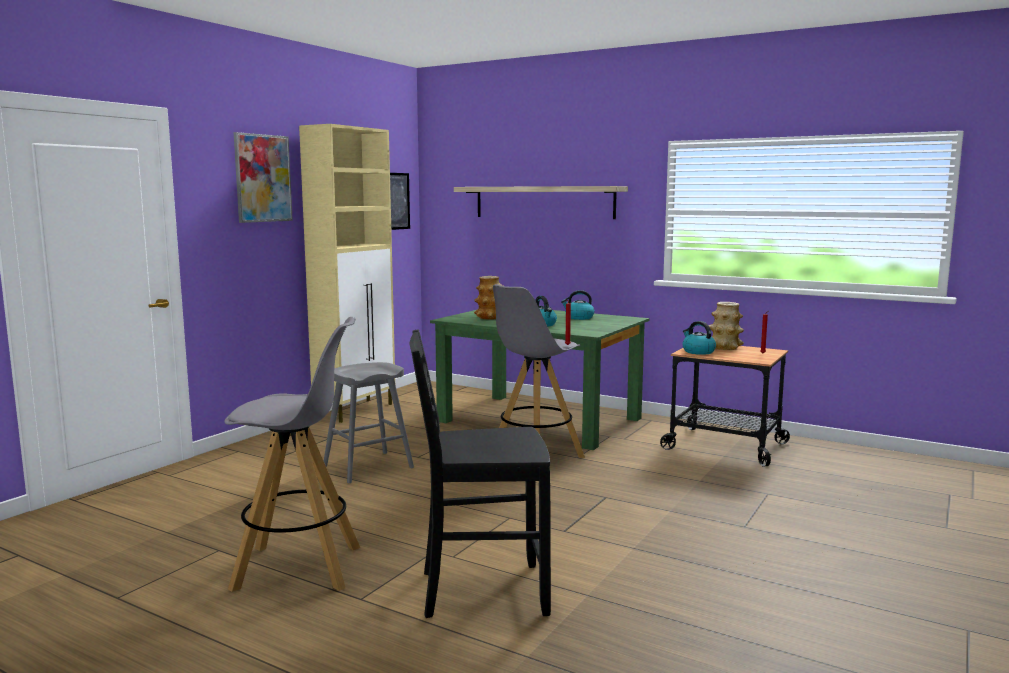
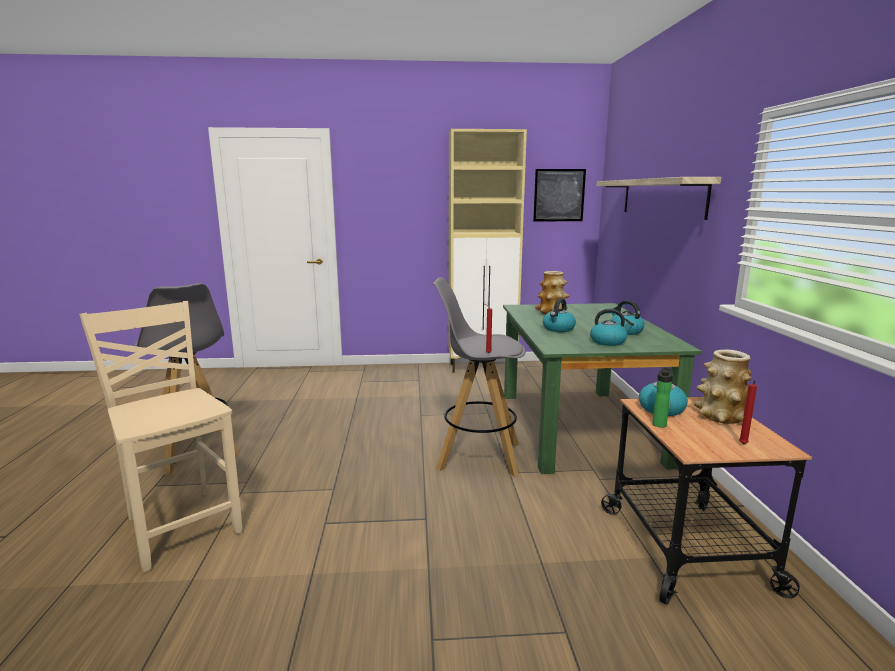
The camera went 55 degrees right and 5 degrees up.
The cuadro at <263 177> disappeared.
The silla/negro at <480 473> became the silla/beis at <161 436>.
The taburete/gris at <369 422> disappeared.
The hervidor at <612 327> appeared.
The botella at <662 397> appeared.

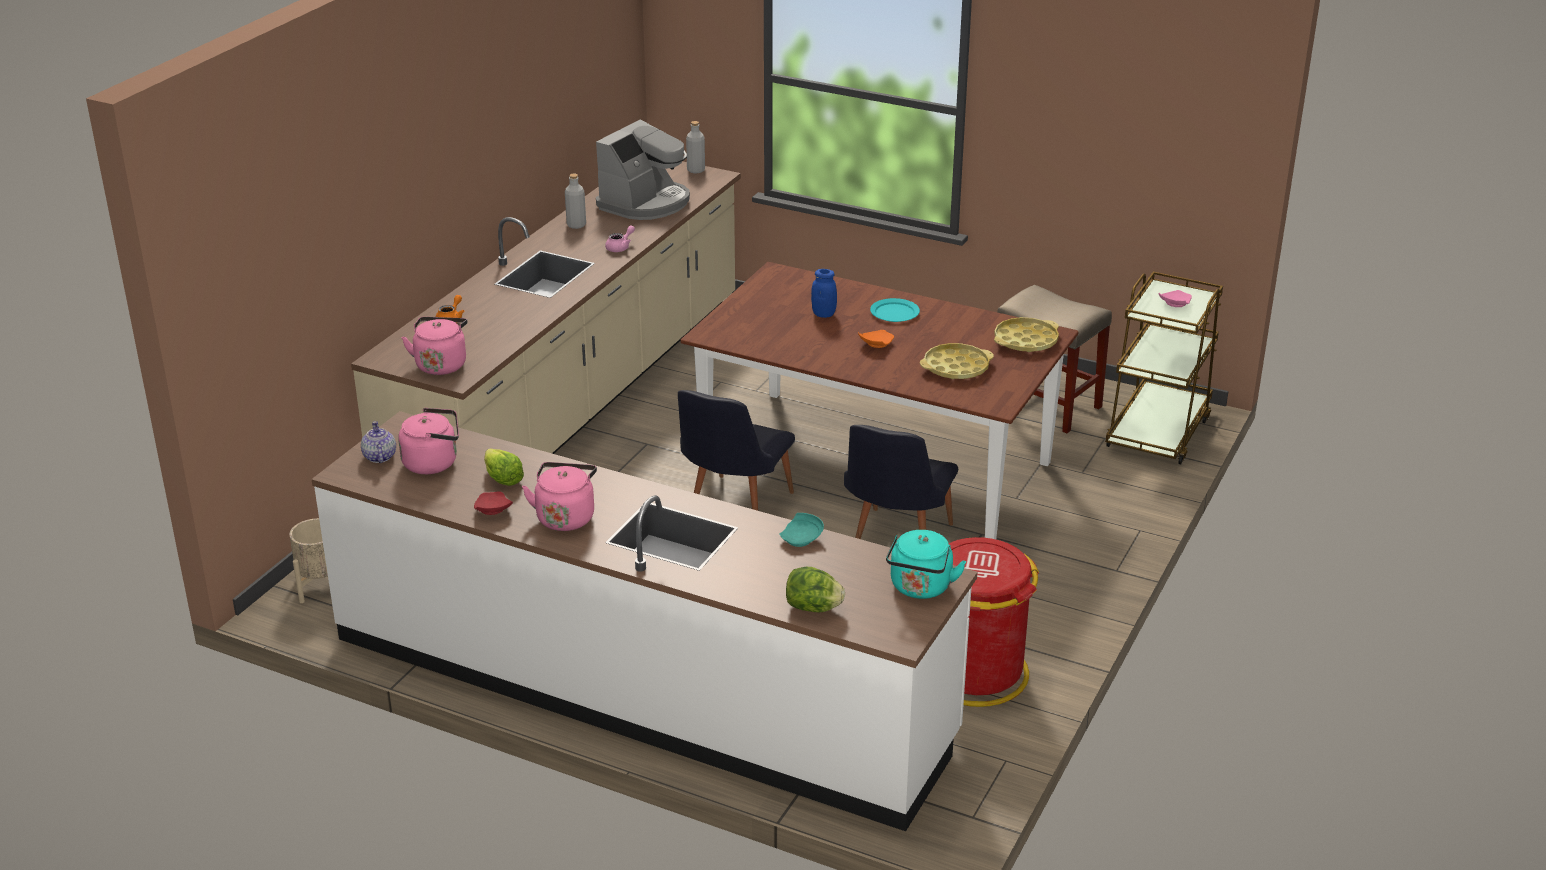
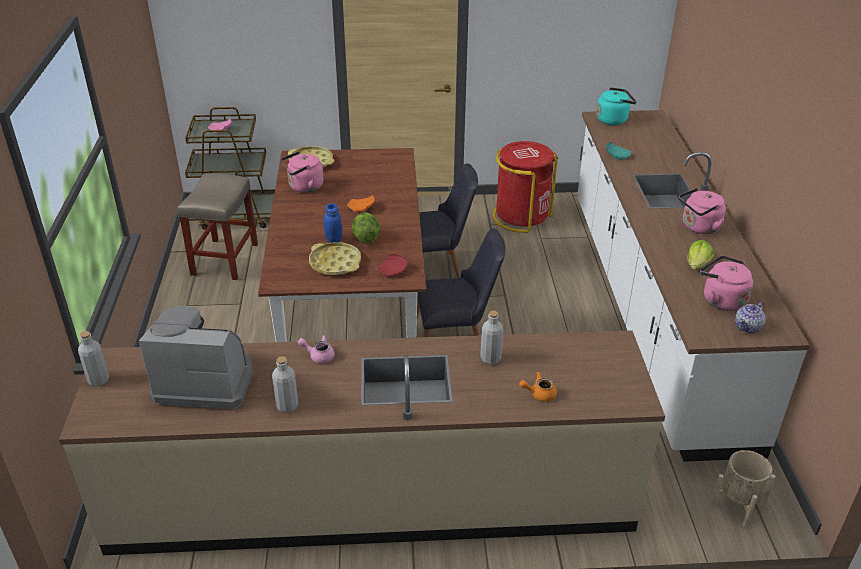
The camera went 120 degrees left and 5 degrees up.
The plato/turquesa at <895 310> disappeared.
The hervidor/rosa moved from <434 346> to <302 172>.
The bandeja/amarillo moved from <957 361> to <335 258>.
The plato/rojo moved from <493 503> to <392 265>.
The lechuga moved from <815 589> to <366 228>.
The botella/gris at <491 338> appeared.

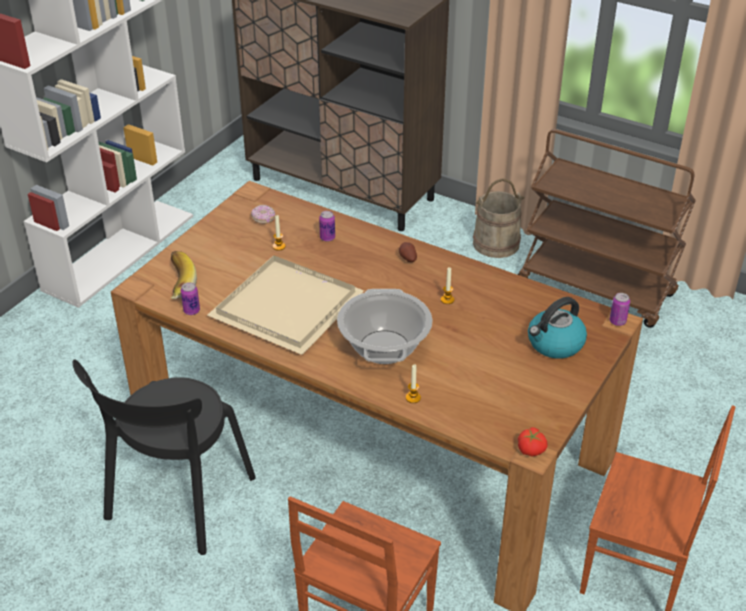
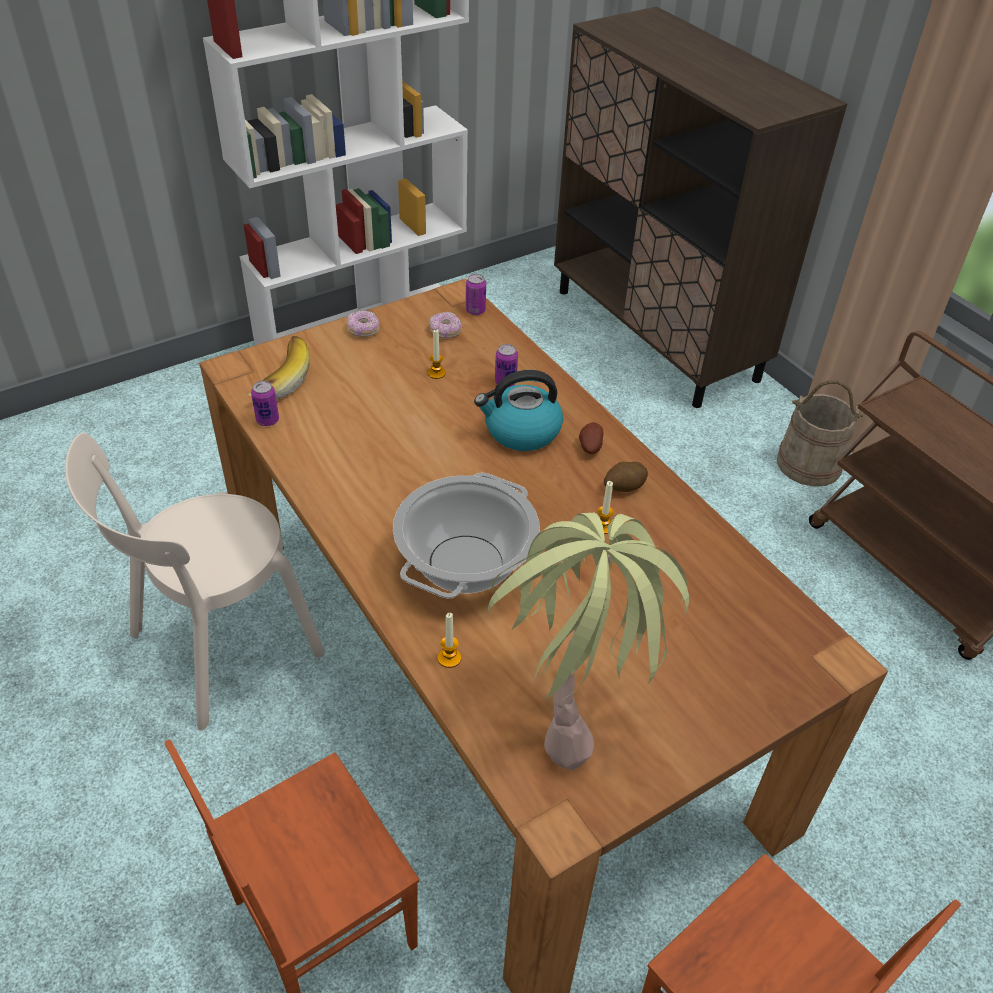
The camera went 25 degrees right and 5 degrees up.
The bandeja/beis at <285 305> disappeared.
The lata moved from <619 309> to <476 294>.
The hervidor moved from <557 328> to <518 410>.
The silla/negro at <164 457> became the silla/beis at <195 581>.
The tomate at <532 442> disappeared.
The rosquilla at <363 324> appeared.
The patata at <626 477> appeared.
The planta en maceta at <588 641> appeared.

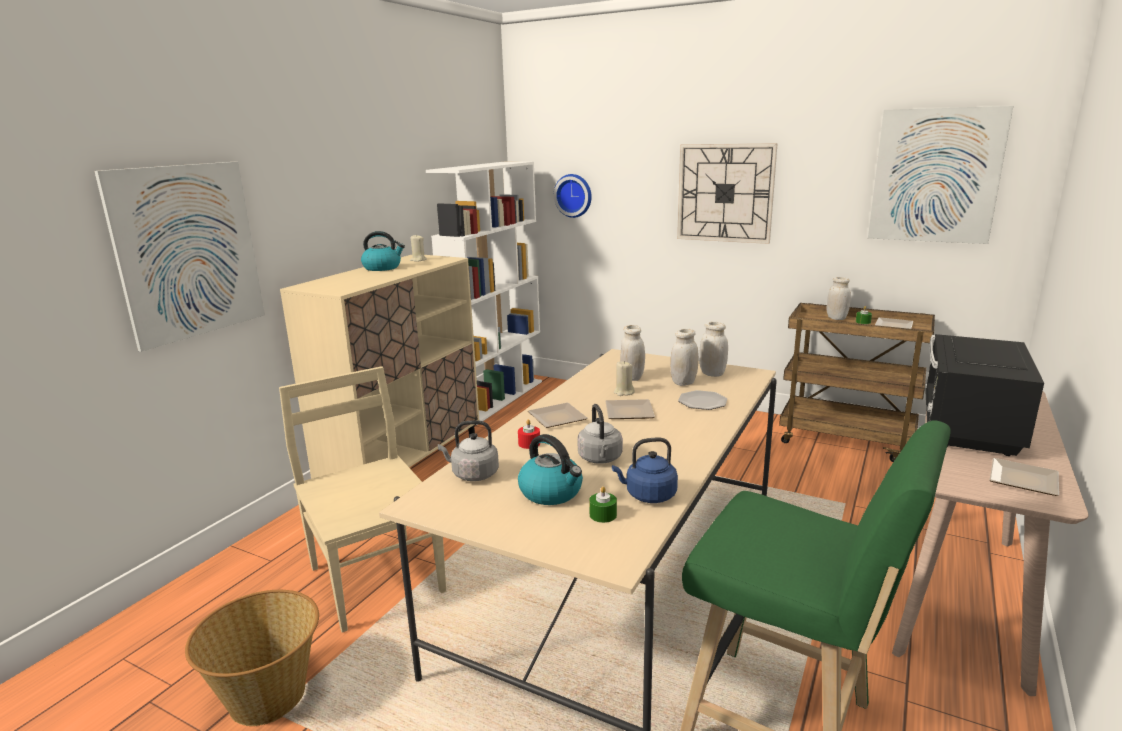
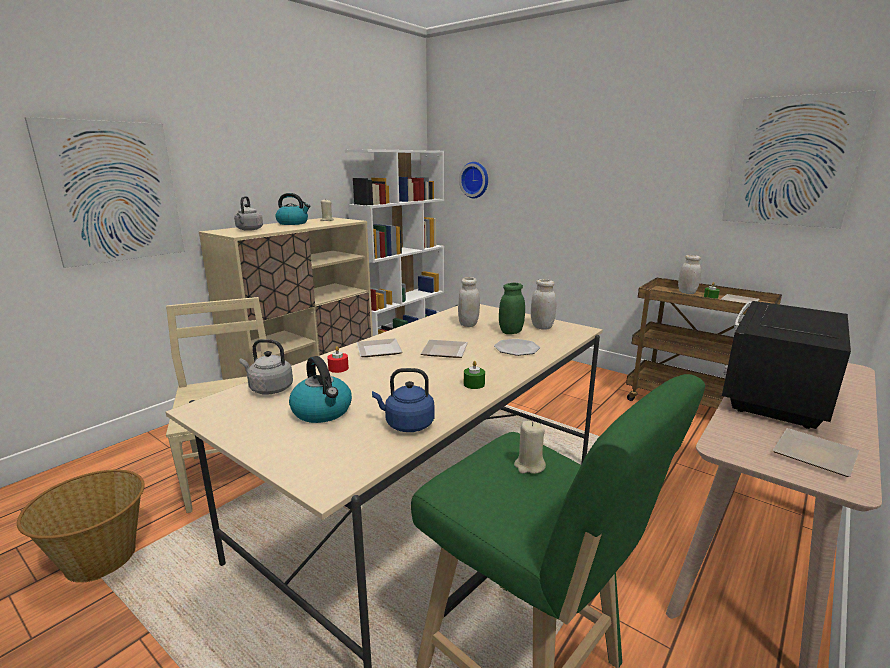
The camera went 10 degrees right and 0 degrees up.
The reloj de pared at <727 193> disappeared.
The tarro/blanco at <684 357> became the tarro/verde at <512 308>.
The vela/beis moved from <624 378> to <530 447>.
The hervidor/gris moved from <600 434> to <248 213>.
The vela/verde moved from <603 504> to <474 375>.

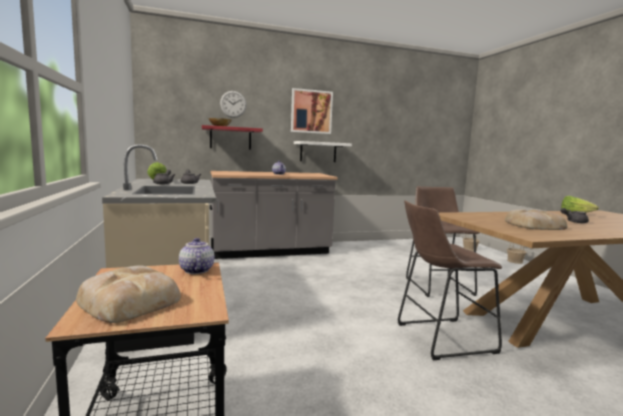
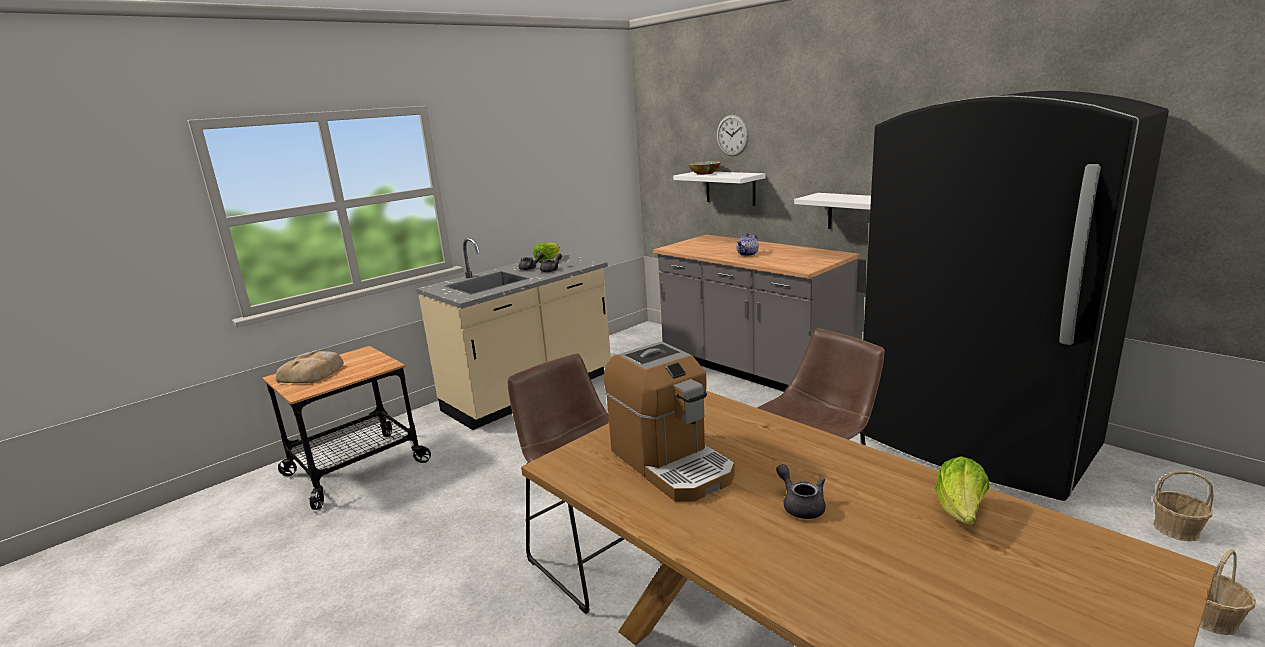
The camera went 65 degrees right and 10 degrees up.
The cuadro at <312 111> disappeared.
The estante/rojo at <232 137> became the estante/blanco at <719 189>.
The pan at <536 219> was replaced by the cafetera at <669 421>.
The tetera at <196 256> disappeared.
The nevera/negro at <1015 296> appeared.

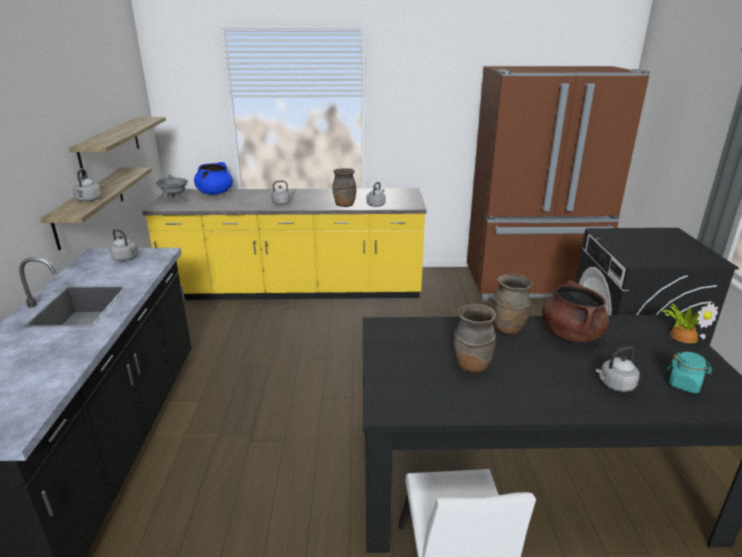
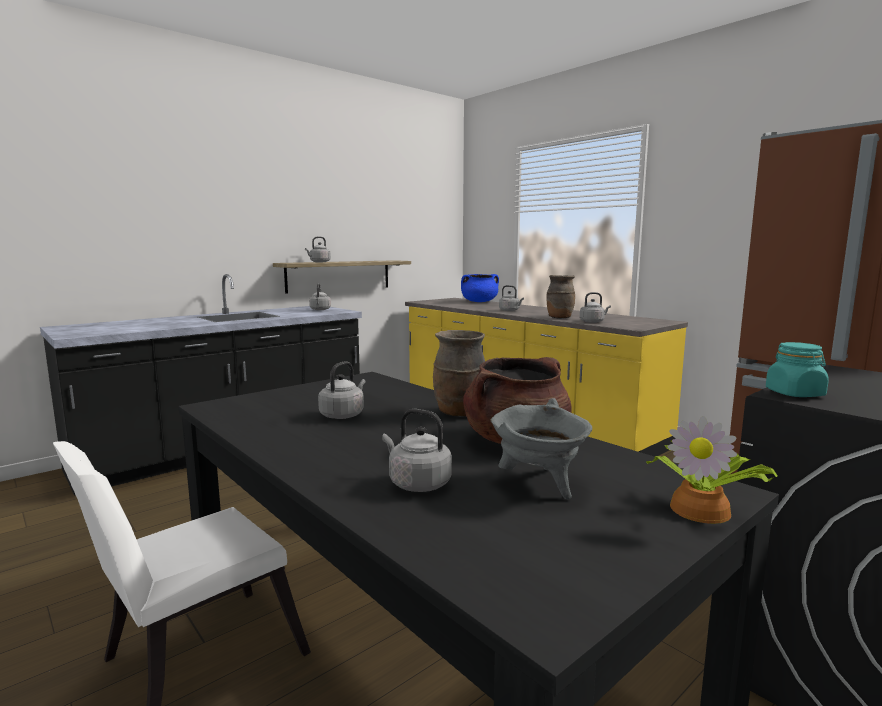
The camera went 50 degrees right and 15 degrees down.
The estante at <117 146> disappeared.
The olla/gris moved from <172 187> to <542 448>.
The florero/marrón at <475 338> was replaced by the hervidor/gris at <342 390>.
The tarro/turquesa moved from <689 372> to <797 369>.

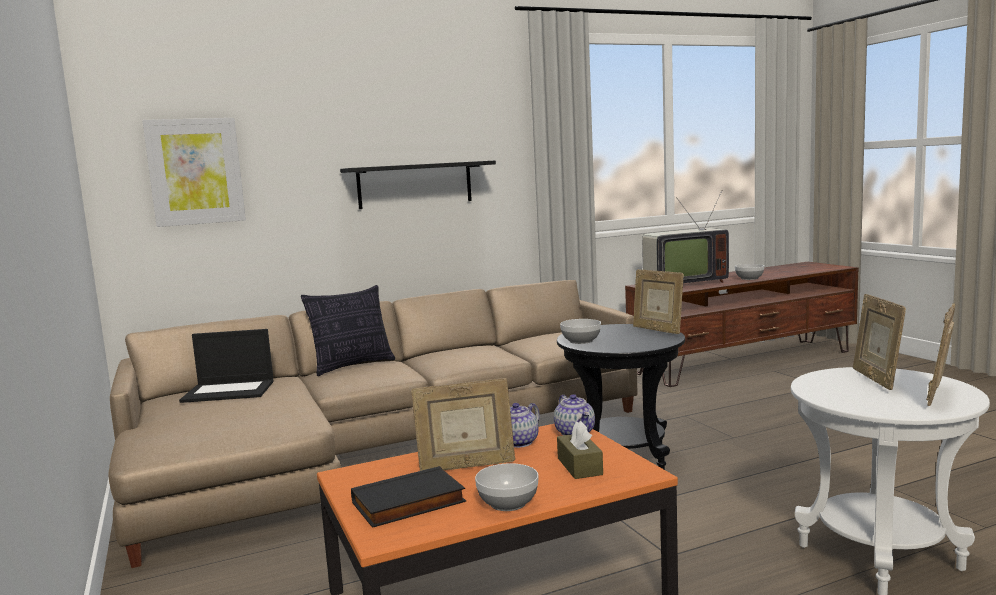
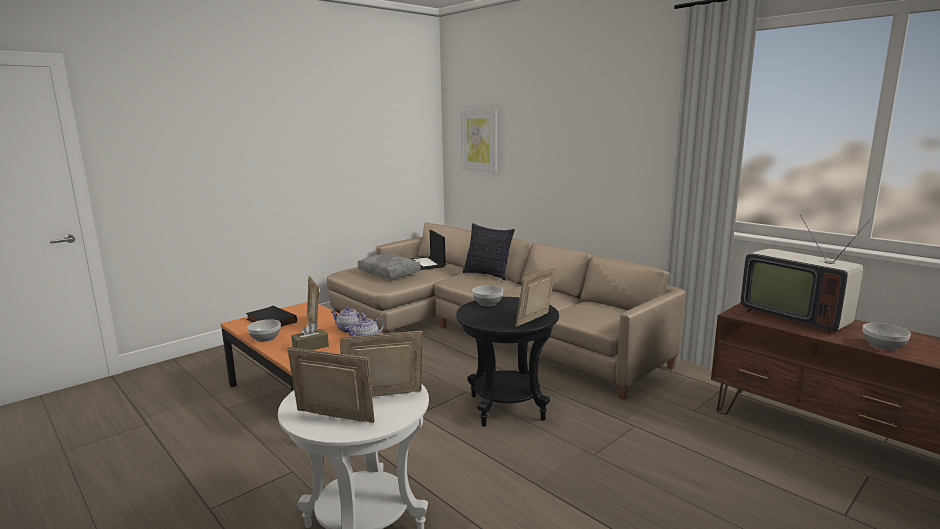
The camera went 70 degrees right and 5 degrees up.
The estante/negro at <418 184> disappeared.
The cojín/gris at <389 266> appeared.

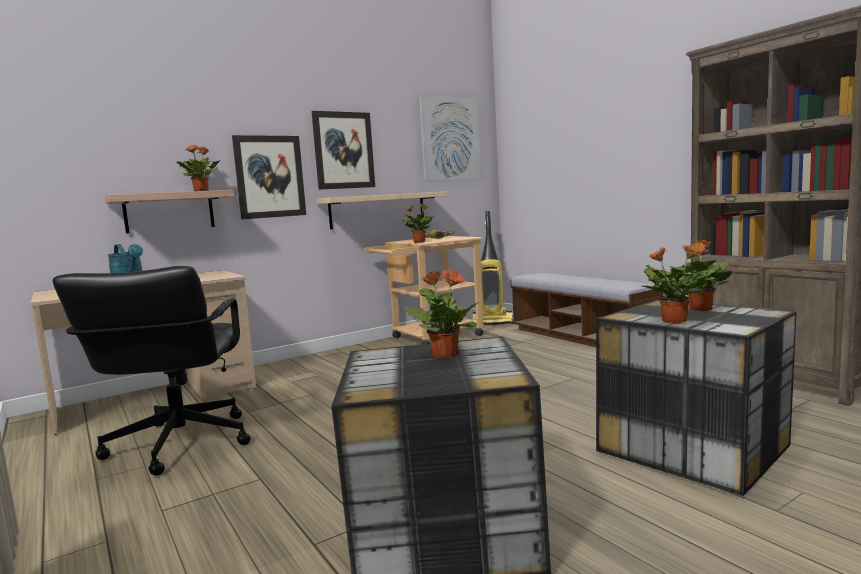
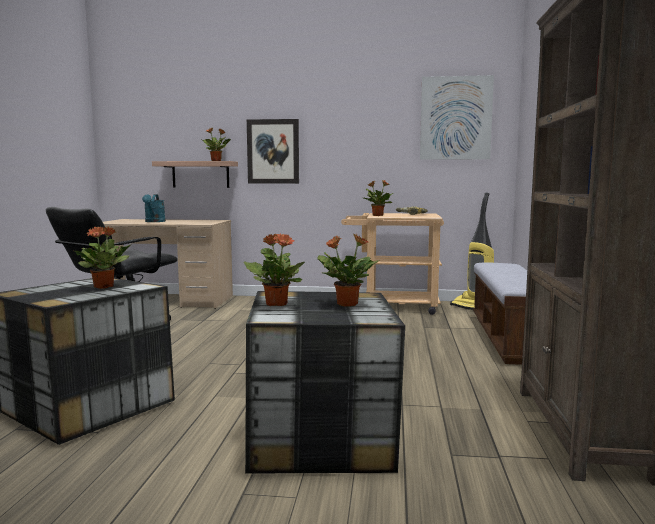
The camera went 40 degrees right and 0 degrees up.
The cuadro at <343 150> disappeared.
The estante/beis at <382 210> disappeared.

